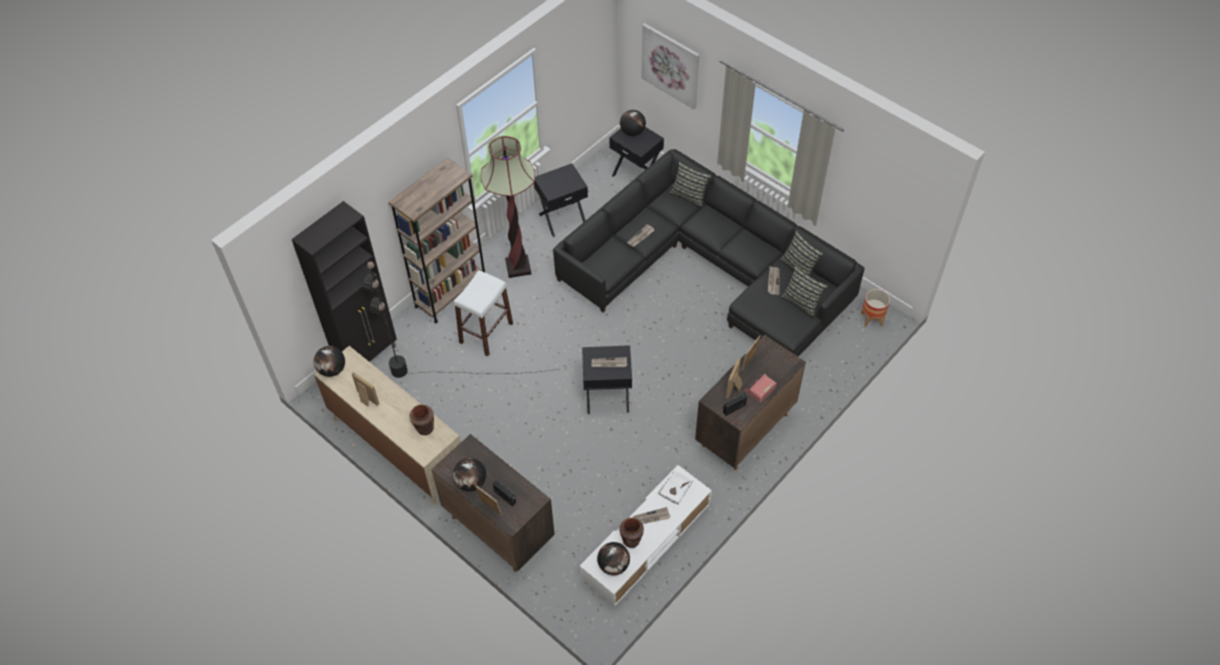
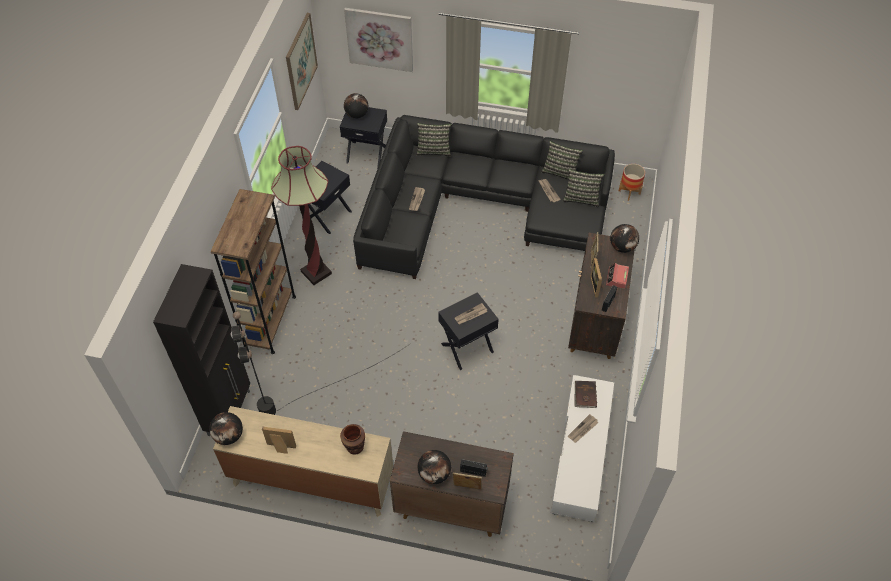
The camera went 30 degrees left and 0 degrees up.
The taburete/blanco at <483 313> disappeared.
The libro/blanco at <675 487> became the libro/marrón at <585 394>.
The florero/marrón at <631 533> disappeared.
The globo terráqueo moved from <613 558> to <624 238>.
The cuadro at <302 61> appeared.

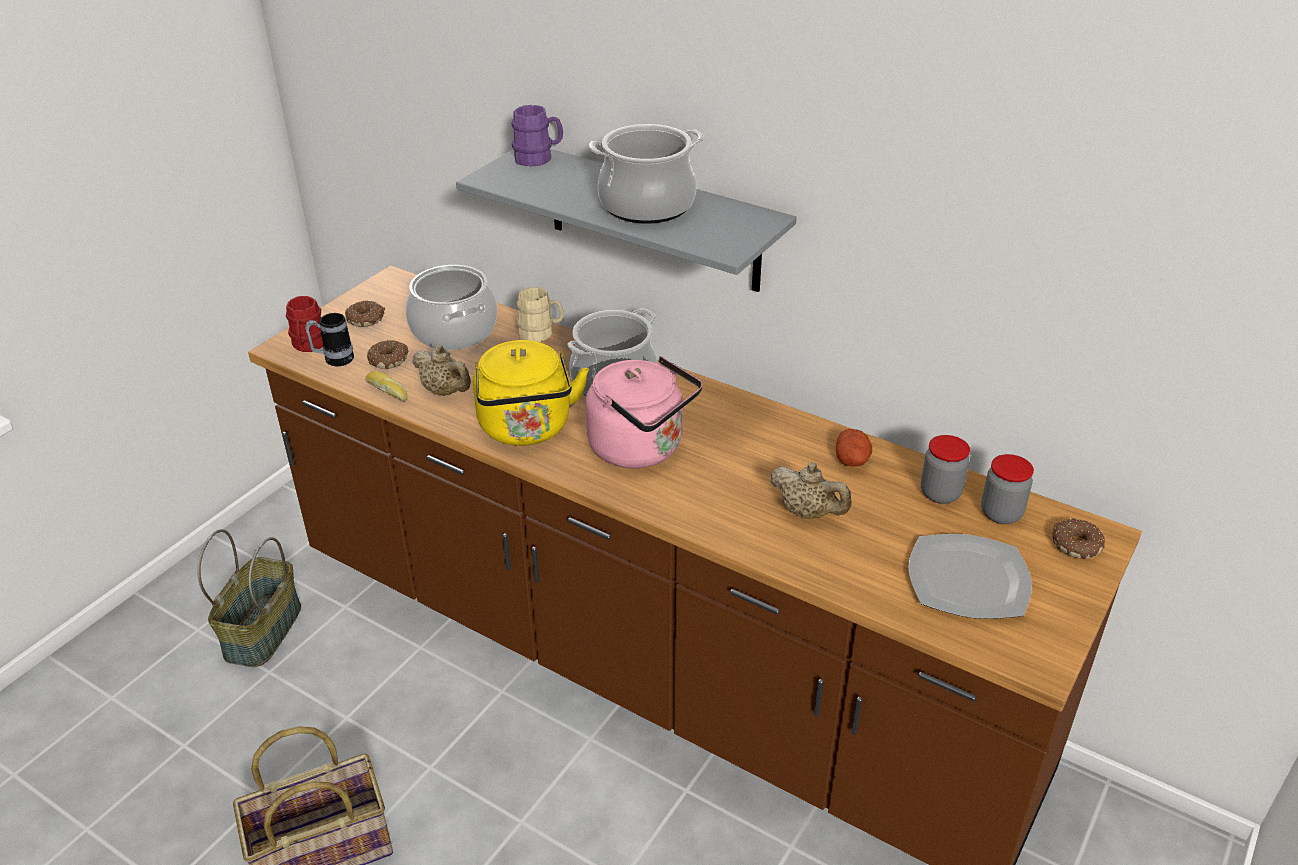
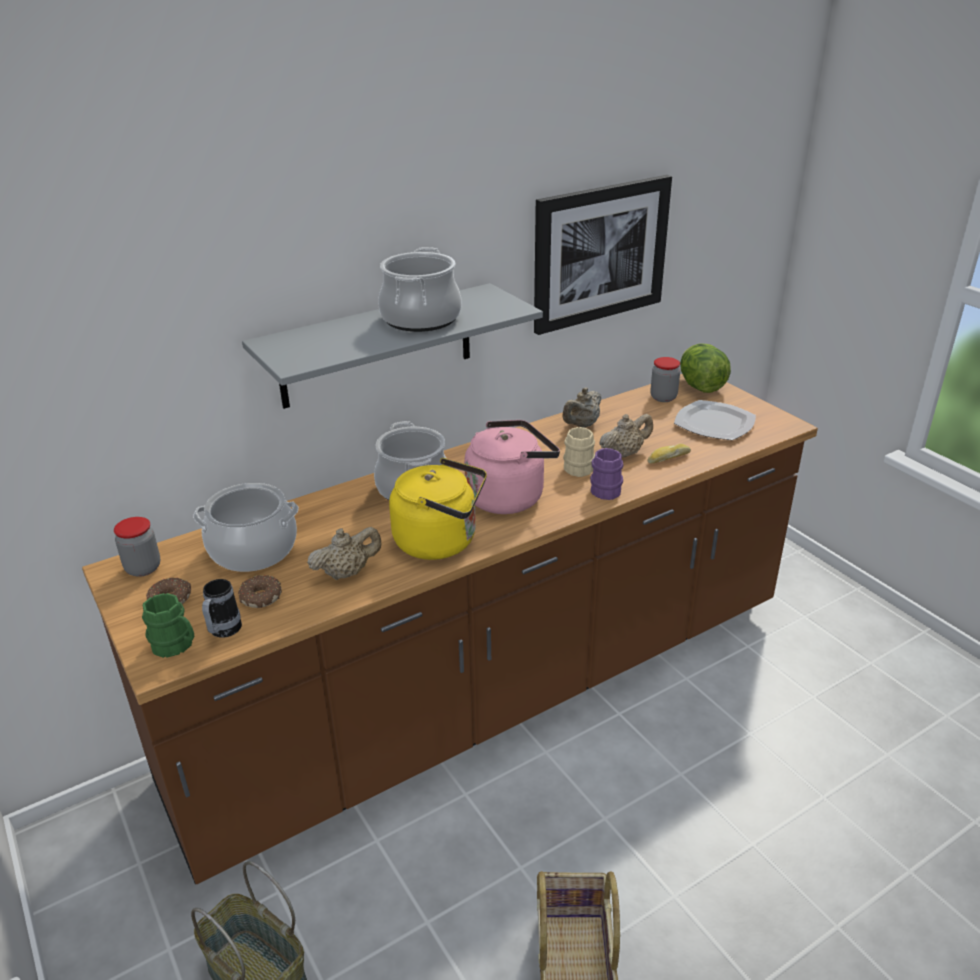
The camera went 65 degrees left and 5 degrees down.
The taza grande/morado moved from <537 136> to <606 474>.
The taza grande/beis moved from <540 314> to <579 452>.
The taza grande/rojo at <304 324> became the taza grande/verde at <168 625>.
The pan moved from <386 386> to <669 454>.
The patata at <854 448> was replaced by the tetera/beis at <581 408>.
The tarro moved from <945 469> to <137 547>.
The rosquilla at <1078 538> was replaced by the lechuga at <705 368>.
The cuadro at <603 255> appeared.

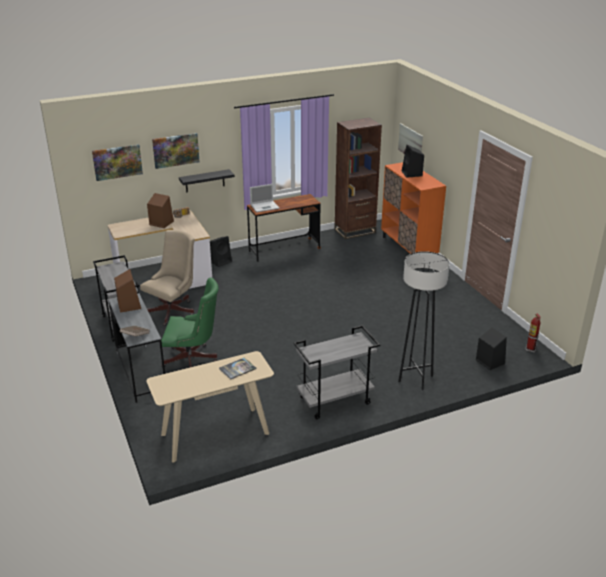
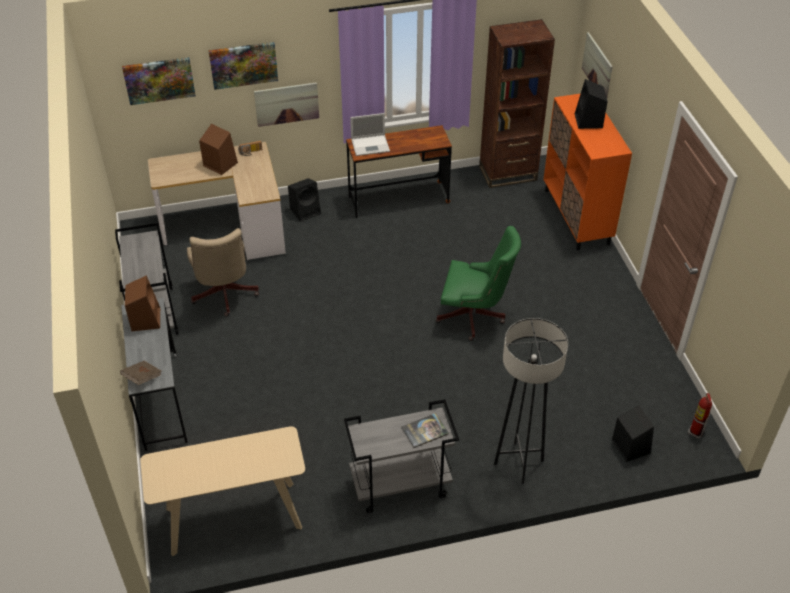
The camera went 10 degrees right and 15 degrees up.
The estante/negro at <207 180> was replaced by the cuadro at <286 104>.
The silla de oficina/beis at <167 278> turned 120 degrees clockwise.
The silla de oficina/verde moved from <190 322> to <478 283>.
The libro moved from <237 368> to <425 430>.

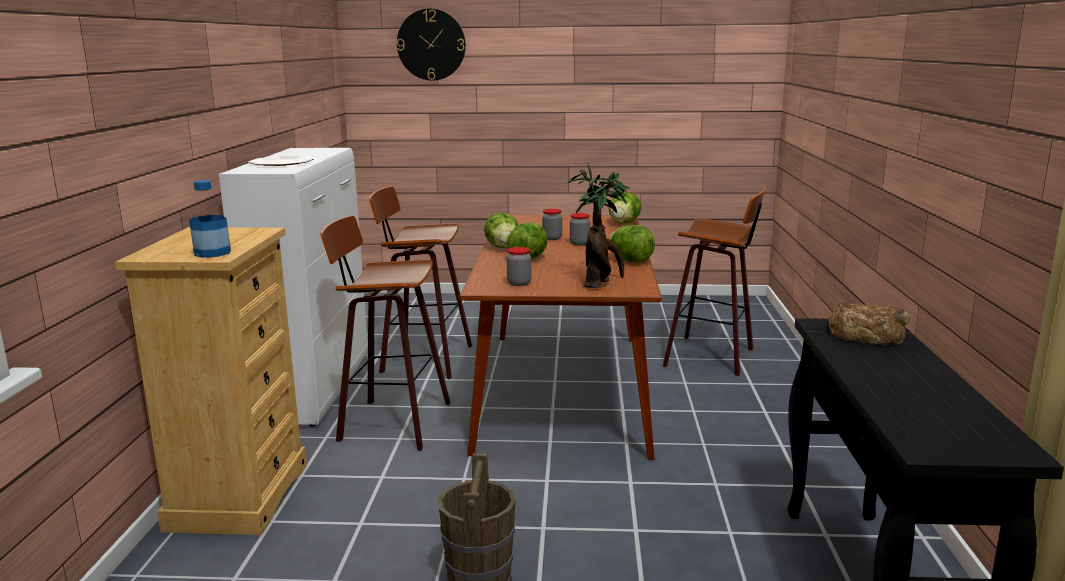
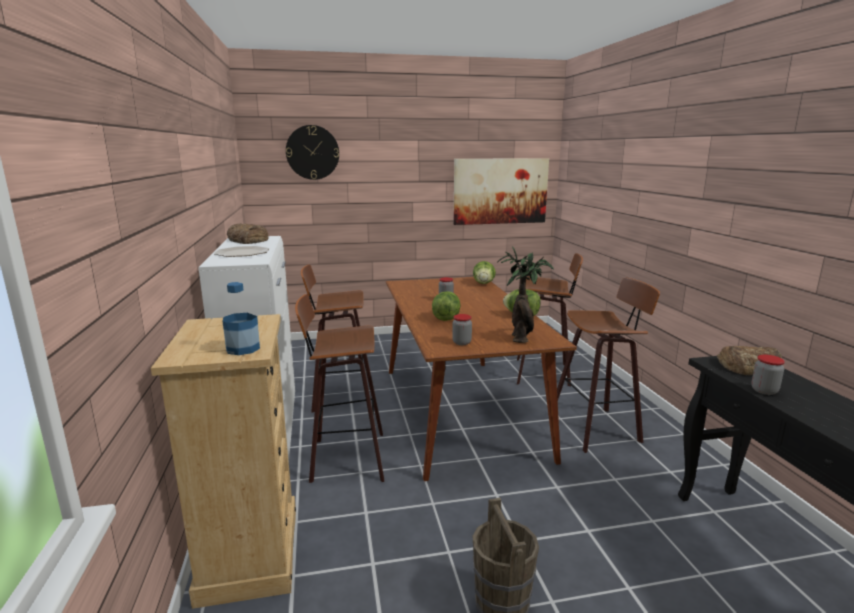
The camera went 15 degrees left and 0 degrees up.
The lechuga at <501 230> disappeared.
The tarro moved from <580 229> to <768 375>.
The cuadro at <501 191> appeared.
The pan at <248 233> appeared.
The taburete at <608 365> appeared.

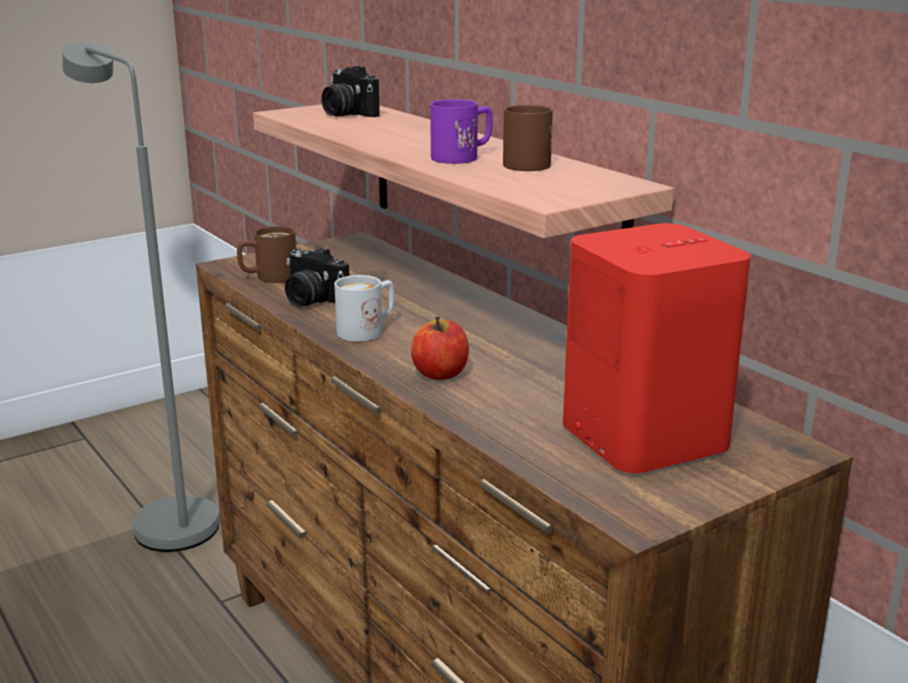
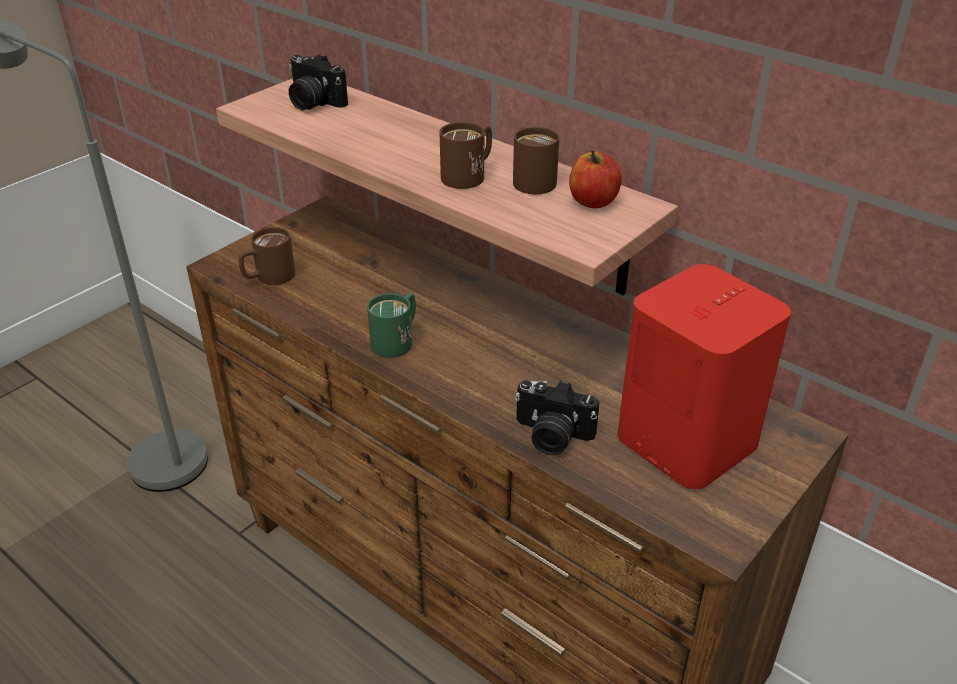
The camera went 15 degrees left and 15 degrees up.
The taza grande/morado at <461 131> became the taza grande/marrón at <465 155>.
The cámara moved from <317 277> to <557 417>.
The taza grande/blanco at <364 308> became the taza grande/verde at <391 325>.
The manzana moved from <440 348> to <595 179>.

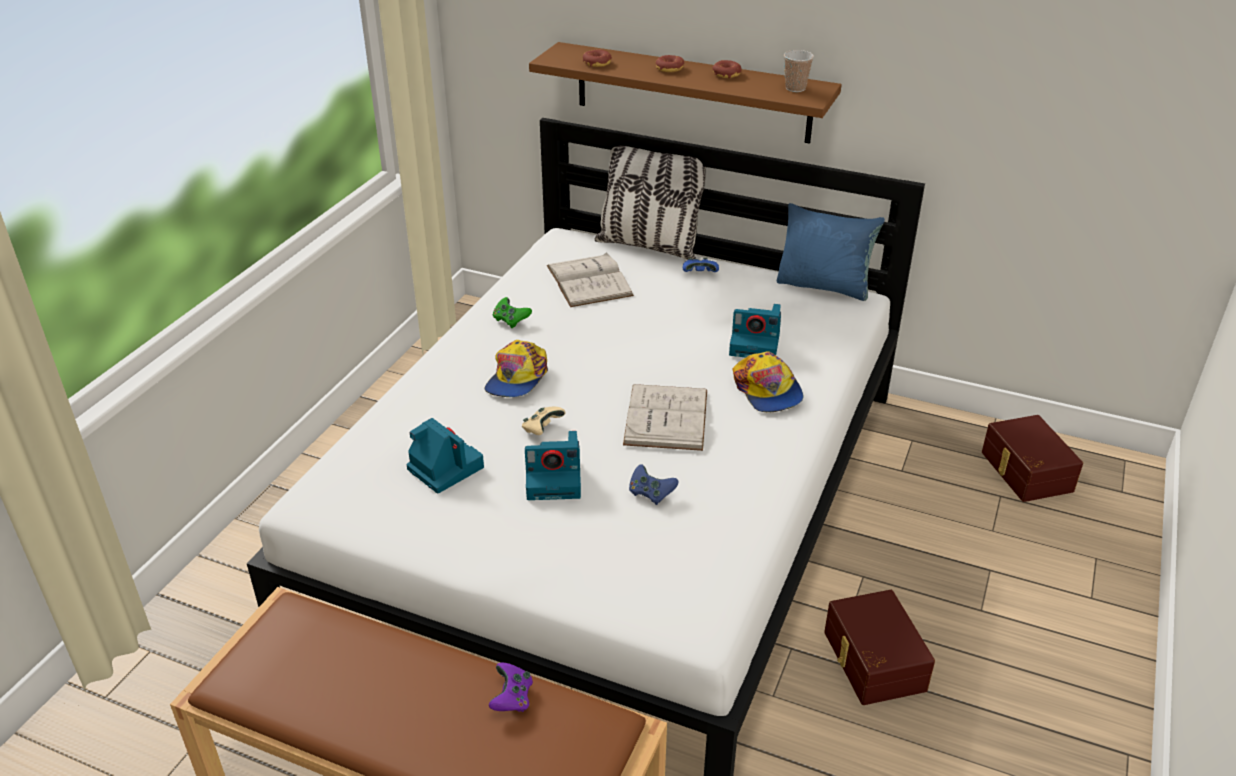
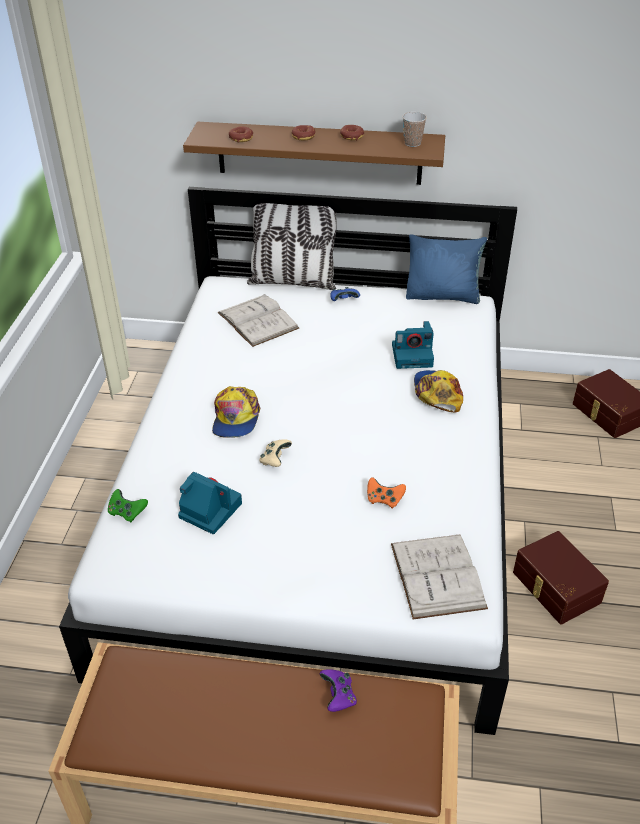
The camera went 15 degrees left and 5 degrees up.
The mando de consola/verde moved from <512 312> to <128 505>.
The gorra at <768 381> turned 150 degrees counterclockwise.
The libro/blanco moved from <665 417> to <439 576>.
The cámara at <553 465> disappeared.
The mando de consola/azul at <653 484> became the mando de consola/naranja at <386 493>.

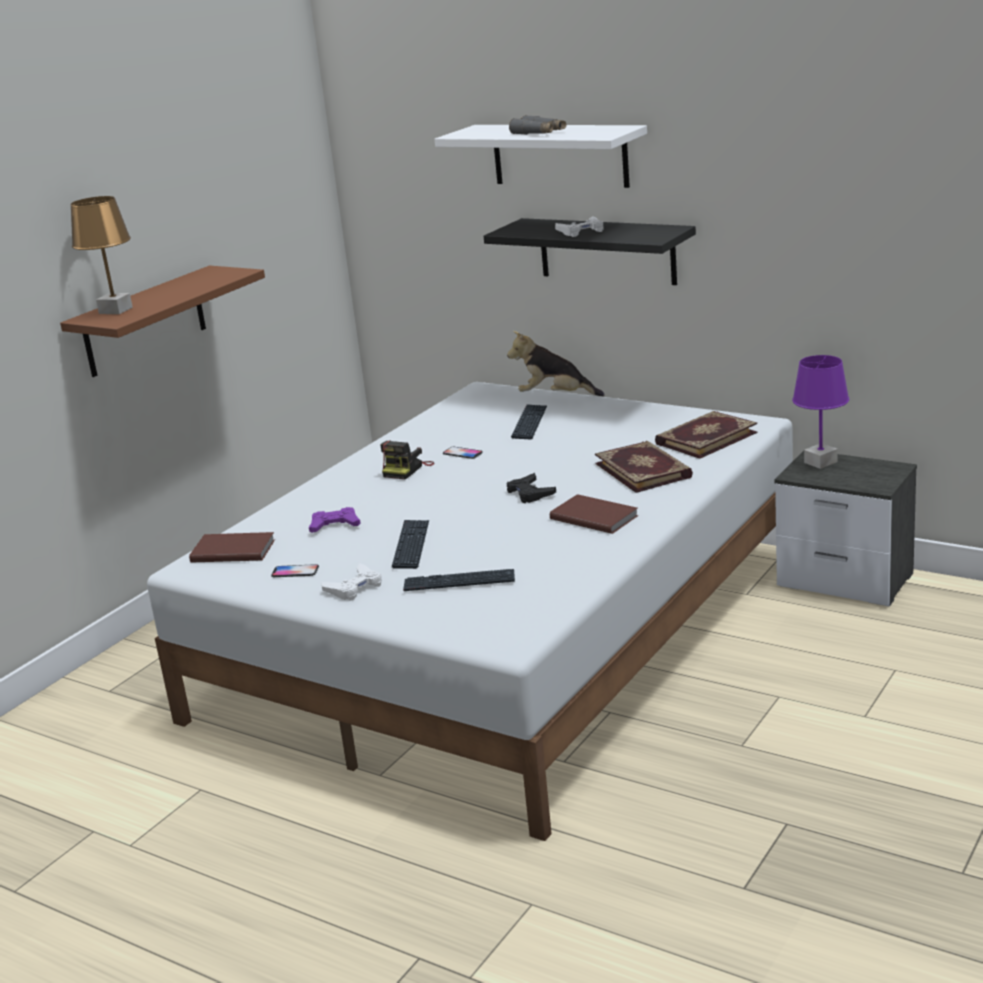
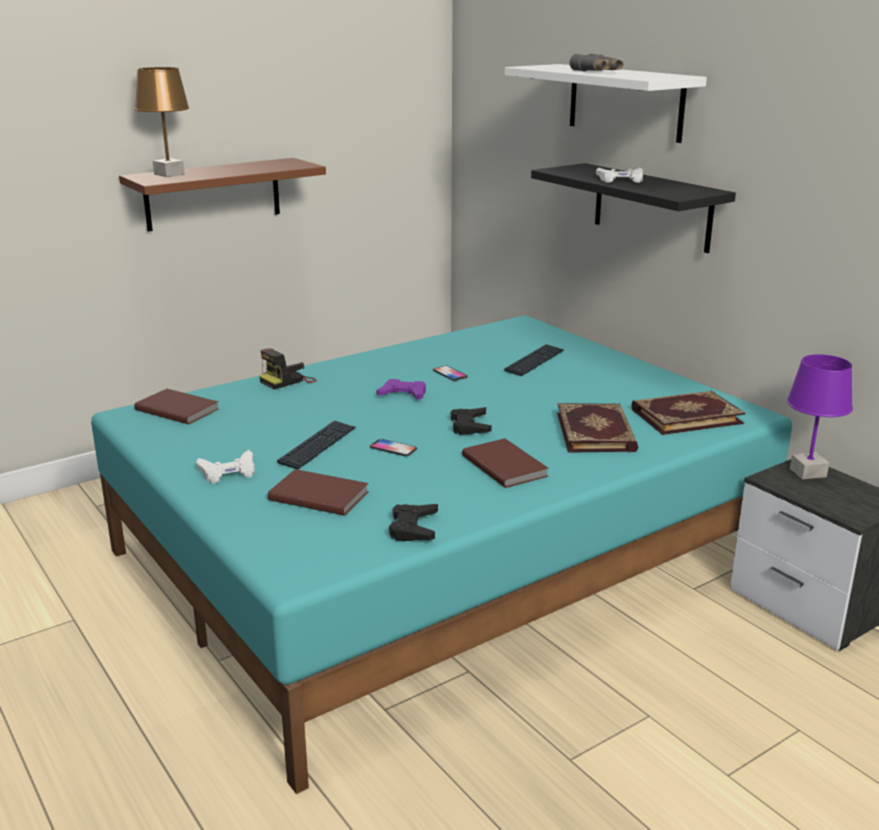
The camera went 20 degrees right and 0 degrees up.
The peluche at <556 363> disappeared.
The cama/blanco at <470 611> became the cama/turquesa at <441 555>.
The cámara moved from <407 459> to <288 368>.
The mando de consola/morado moved from <335 520> to <401 389>.
The móvil moved from <295 570> to <393 447>.
The teclado at <459 580> was replaced by the libro/marrón at <318 492>.
The mando de consola/negro at <413 522> appeared.

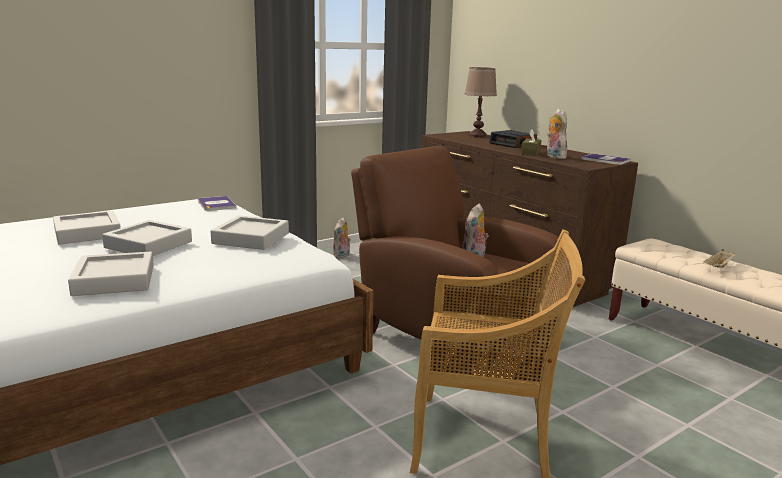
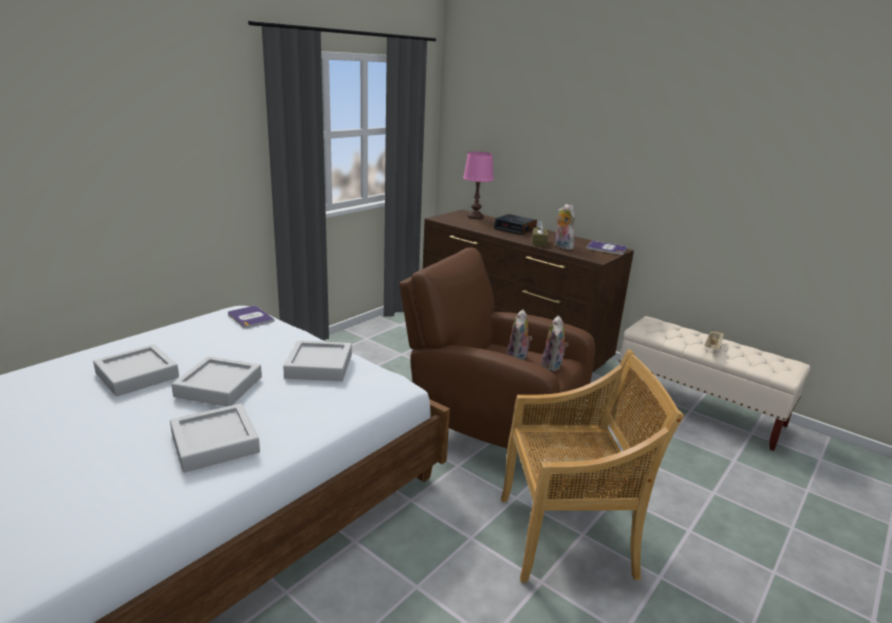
The camera went 15 degrees left and 5 degrees up.
The lámpara de mesa/marrón at <481 102> became the lámpara de mesa/rosa at <478 185>.
The peluche moved from <342 238> to <555 343>.

